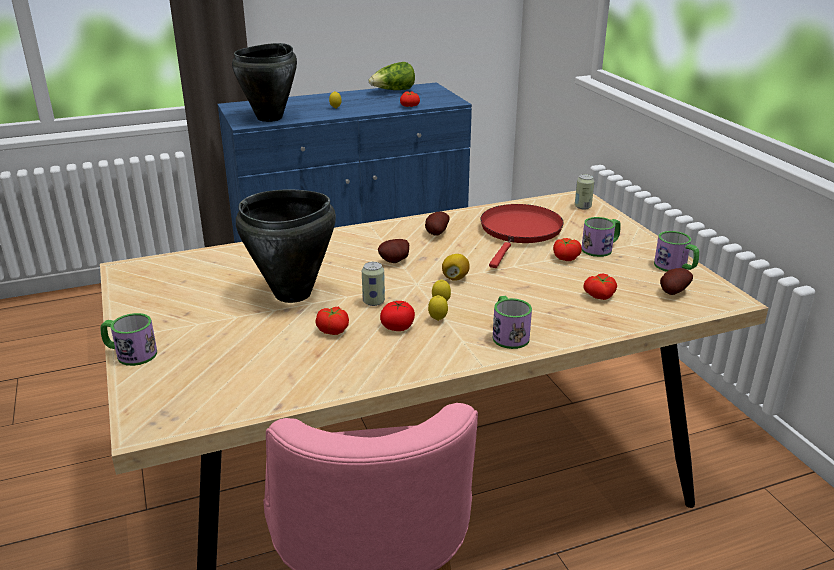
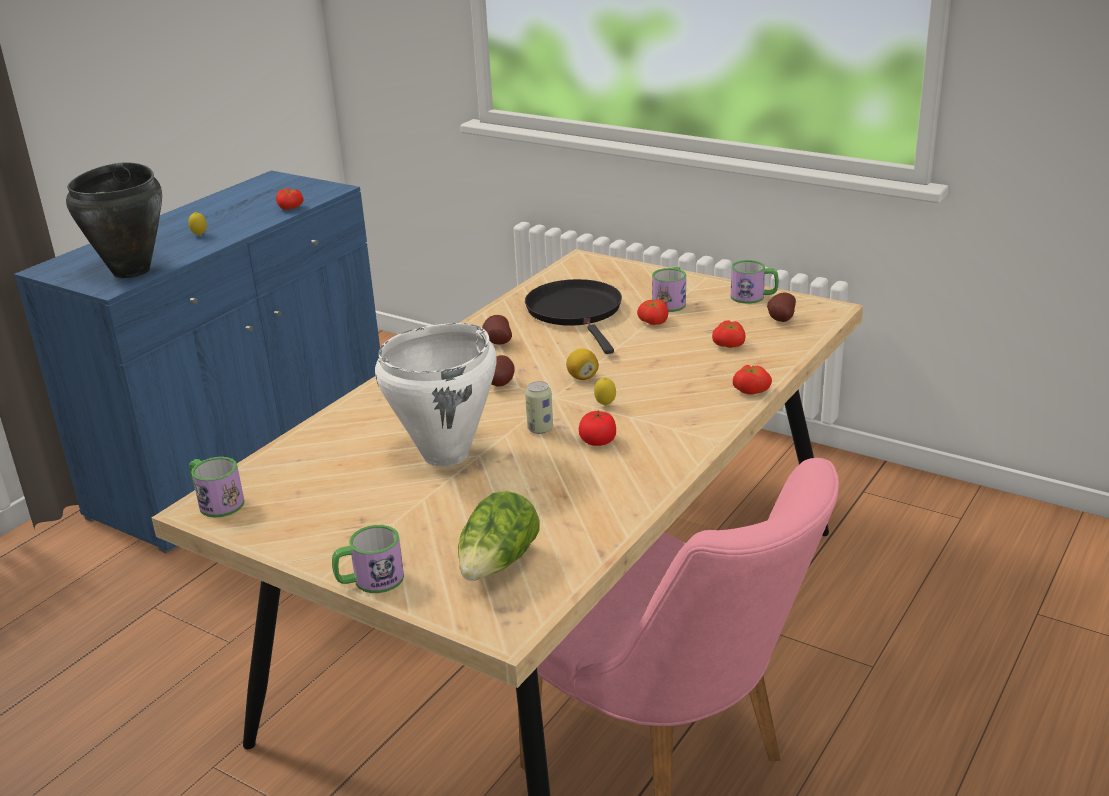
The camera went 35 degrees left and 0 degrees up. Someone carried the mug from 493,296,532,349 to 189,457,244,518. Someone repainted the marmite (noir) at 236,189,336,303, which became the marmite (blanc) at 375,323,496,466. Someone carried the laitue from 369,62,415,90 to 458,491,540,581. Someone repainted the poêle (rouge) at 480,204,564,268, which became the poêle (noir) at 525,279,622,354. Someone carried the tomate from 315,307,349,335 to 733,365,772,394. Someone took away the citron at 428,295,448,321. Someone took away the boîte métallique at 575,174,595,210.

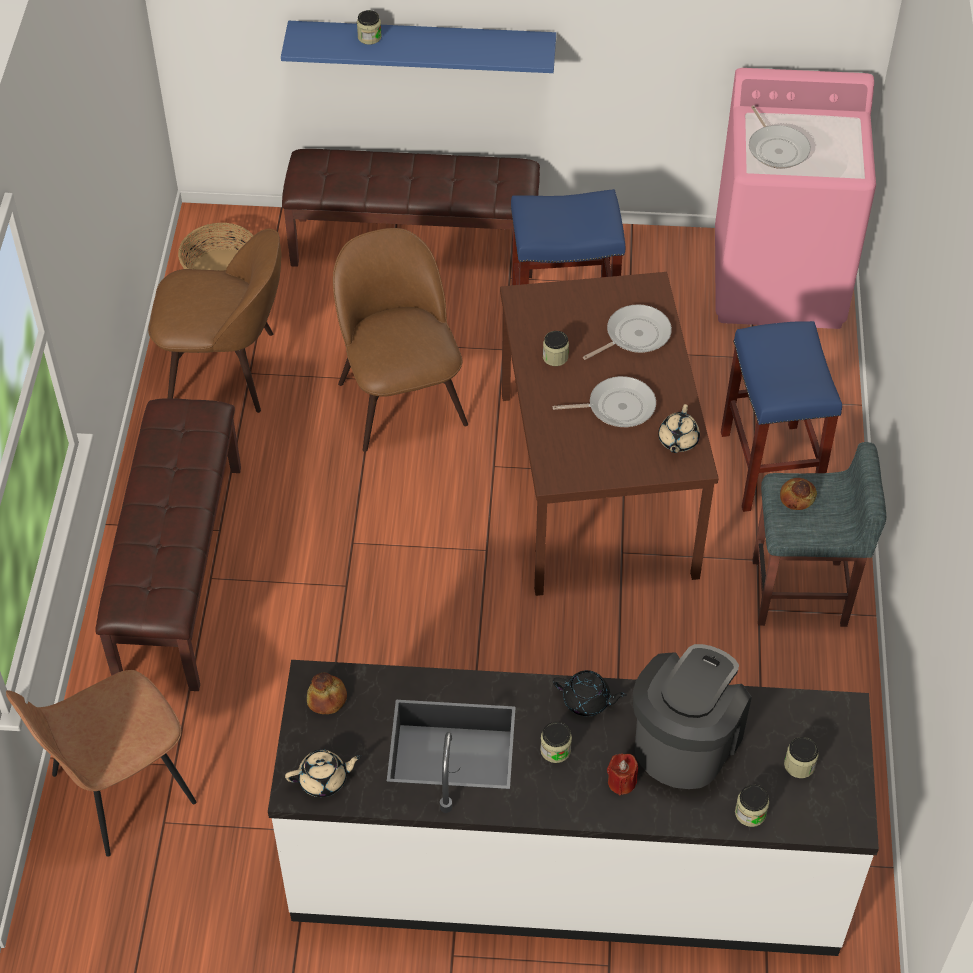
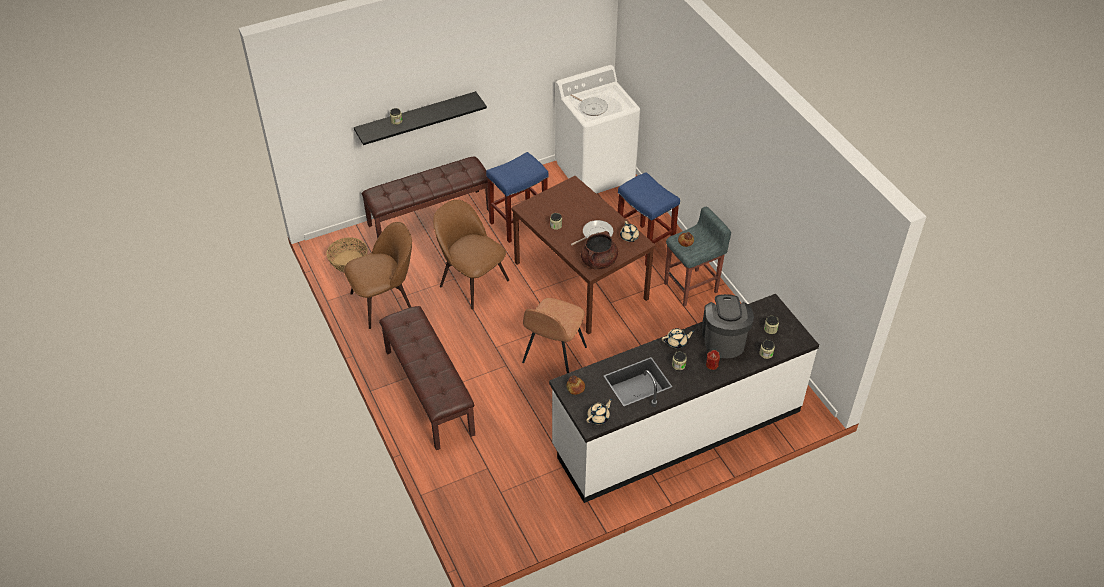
The camera went 30 degrees left and 5 degrees down. Someone repainted the étagère (bleu) at 281,21,556,73, which became the étagère (noir) at 354,91,487,145. Someone carried the chaise (marron) from 6,670,197,857 to 522,298,587,373. Someone repainted the lave-linge (rose) at 715,68,876,329, which became the lave-linge (blanc) at 555,65,640,194. Someone put down the marmite (marron) at 581,231,618,269. Someone repainted the théière (noir) at 553,670,627,716, which became the théière (beige) at 662,328,695,348. Someone took away the poêle at 583,304,672,360.

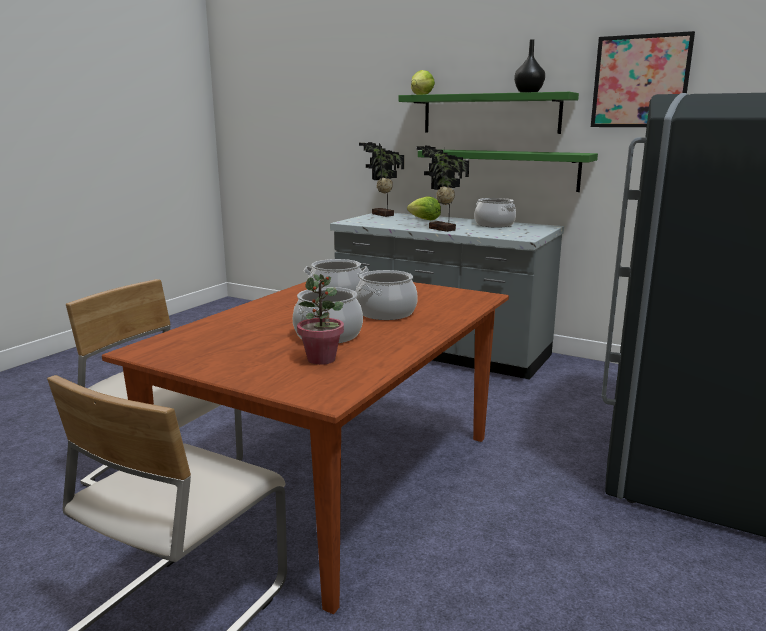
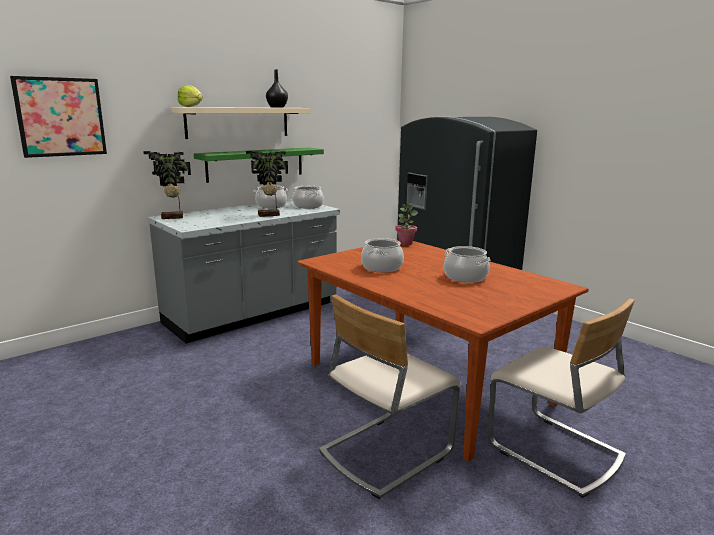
The camera went 70 degrees left and 0 degrees up. Someone carried the tableau from 591,31,695,127 to 10,76,107,158. Someone repainted the étagère (vert) at 399,92,579,134, which became the étagère (beige) at 171,107,310,139. Someone carried the marmite from 355,270,418,320 to 293,186,324,208. Someone carried the plante en pot from 297,274,344,365 to 396,203,418,245. Someone took away the laitue at 407,196,441,220.

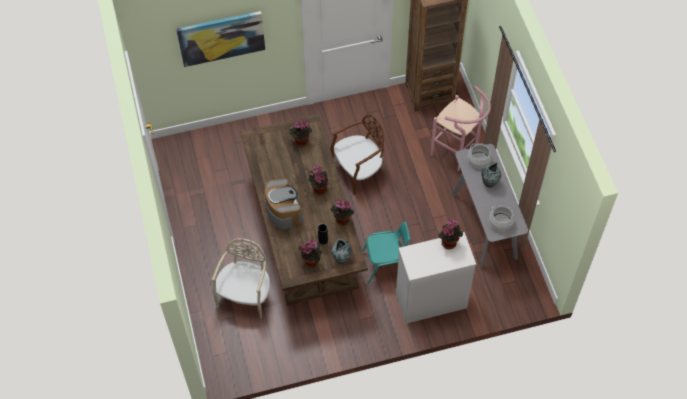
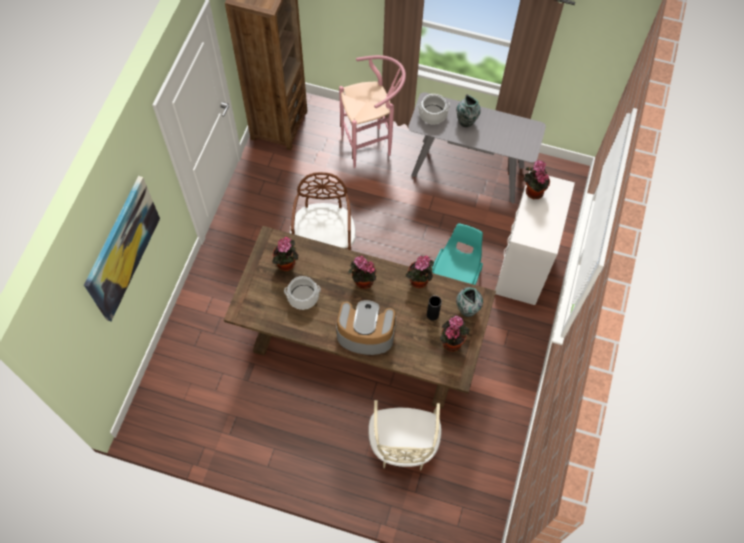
The camera went 60 degrees left and 5 degrees up. Someone carried the marmite from 489,205,514,231 to 284,276,321,310. Someone rotated the chaise (beige) at 212,238,270,319 by 135 degrees counterclockwise.

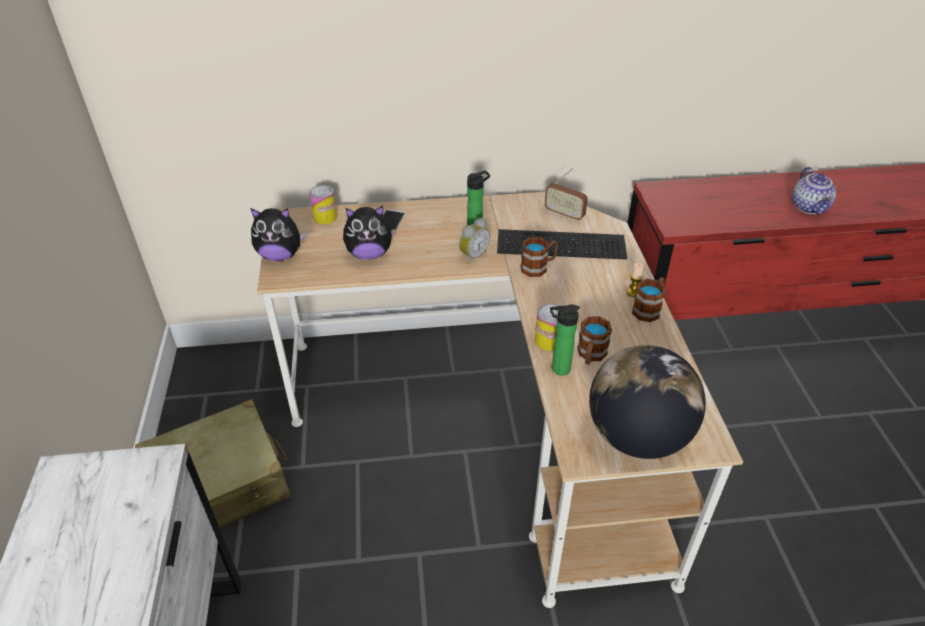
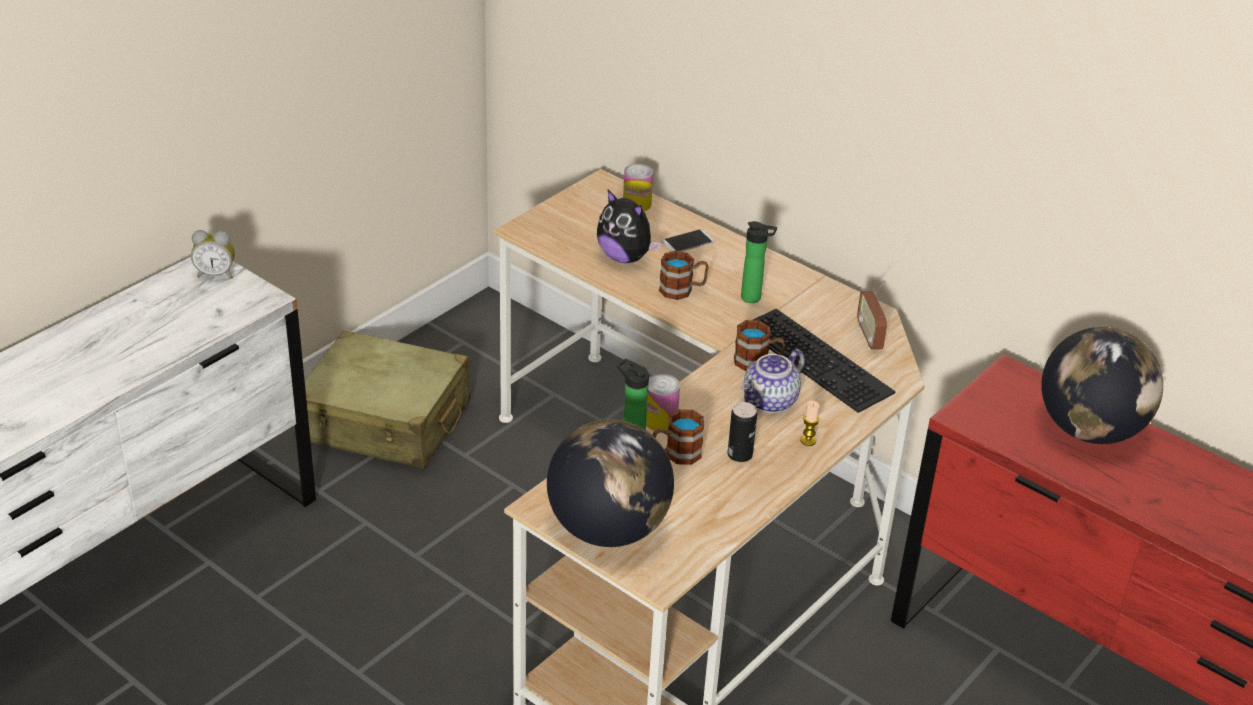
The camera went 45 degrees right and 5 degrees down. Someone carried the réveil from 459,218,490,264 to 191,230,235,279. Someone carried the mug from 632,277,666,322 to 659,251,709,300. Someone put down the boîte métallique at 727,402,757,462. Someone carried the théière from 792,167,836,215 to 741,349,805,413. Someone put down the globe at 1041,327,1163,444. Someone took away the peluche at 250,208,307,261.

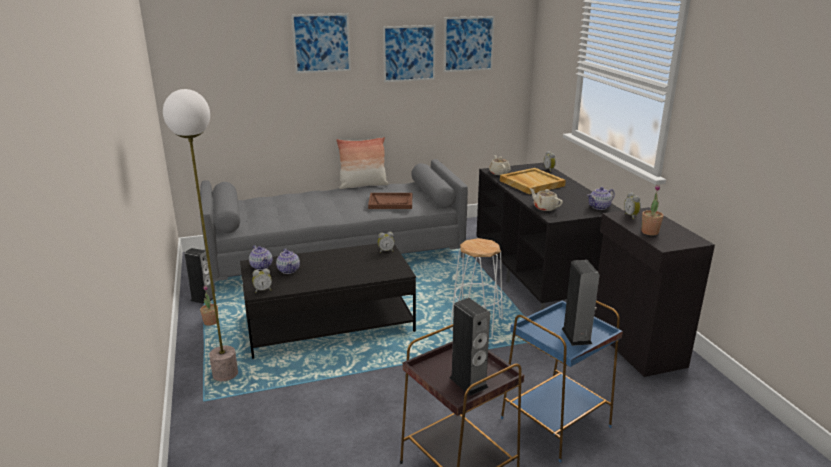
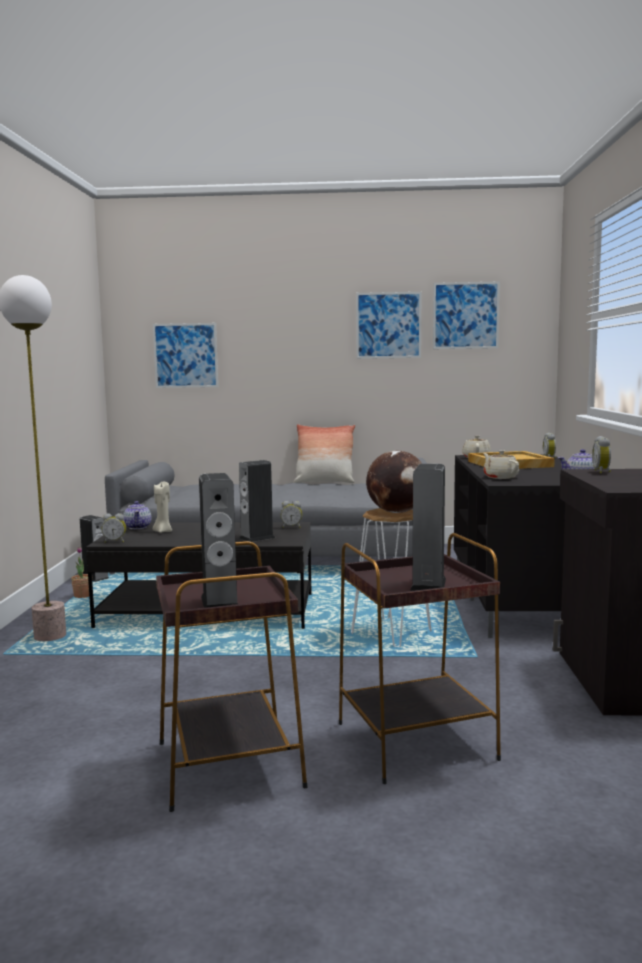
The camera went 20 degrees right and 15 degrees down. Someone carried the tableau from 291,13,351,74 to 153,323,218,388. Someone swapped the théière at 276,248,300,274 for the bougie (beige) at 153,482,172,533. Someone put down the enceinte at 239,460,275,542. Someone repainted the table d'appoint (bleu) at 501,300,623,462, which became the table d'appoint (marron) at 339,533,501,784. Someone put down the globe at 366,451,422,513. Someone took away the plateau (marron) at 368,193,412,209. Someone took away the plante en pot at 641,185,664,235.

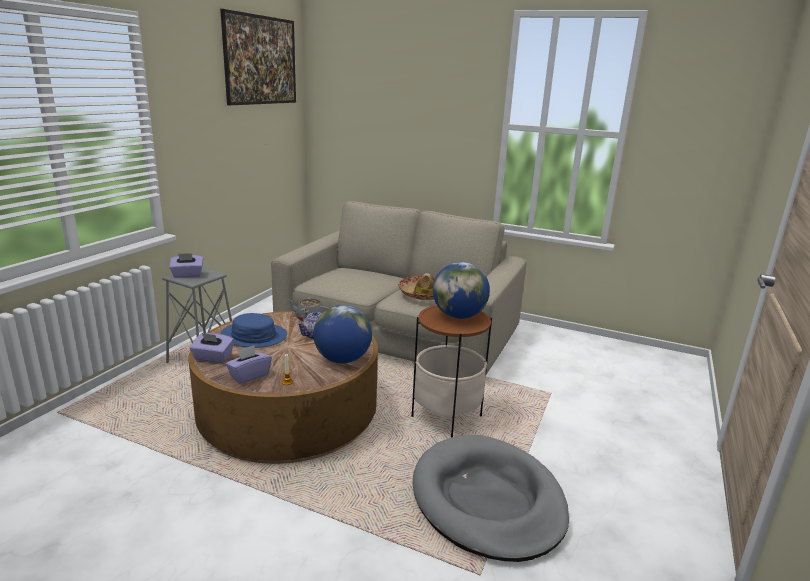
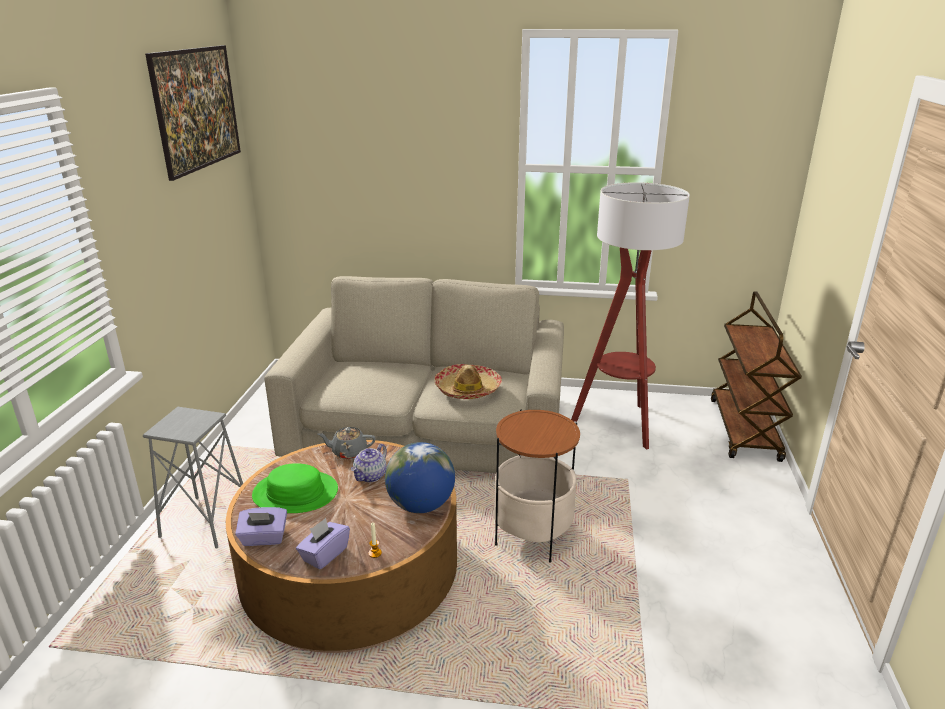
The camera went 15 degrees left and 5 degrees up. Someone repainted the chapeau (bleu) at 220,313,287,348, which became the chapeau (vert) at 252,463,338,513. Someone put down the lampadaire at 571,182,690,449. Someone put down the chariot (marron) at 711,291,802,462. Someone took away the boîte à mouchoirs (violet) at 169,253,203,278. Someone took away the panier pour chien (gris) at 412,435,569,562. Someone took away the globe at 433,262,490,319.

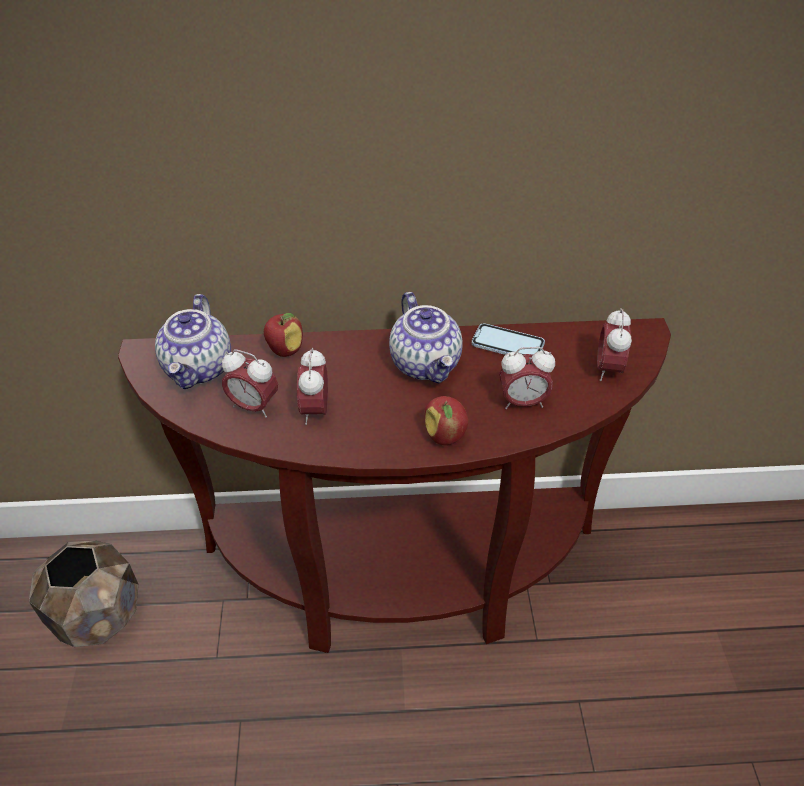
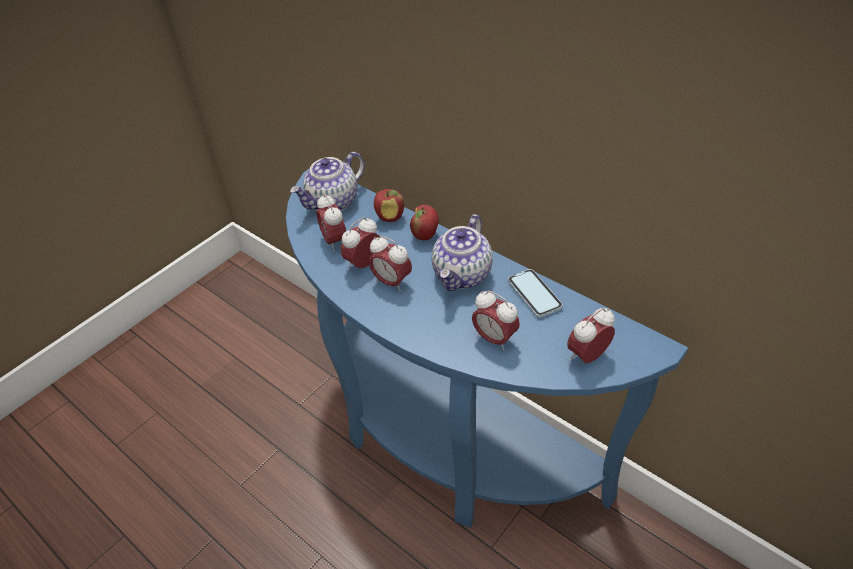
The camera went 45 degrees right and 0 degrees up. Someone repainted the table console (marron) at 118,318,671,653, which became the table console (bleu) at 286,168,688,528. Someone put down the réveil at 369,236,412,292. Someone carried the pomme from 425,396,468,445 to 410,205,439,240. Someone took away the cache-pot (marron) at 29,541,139,647.

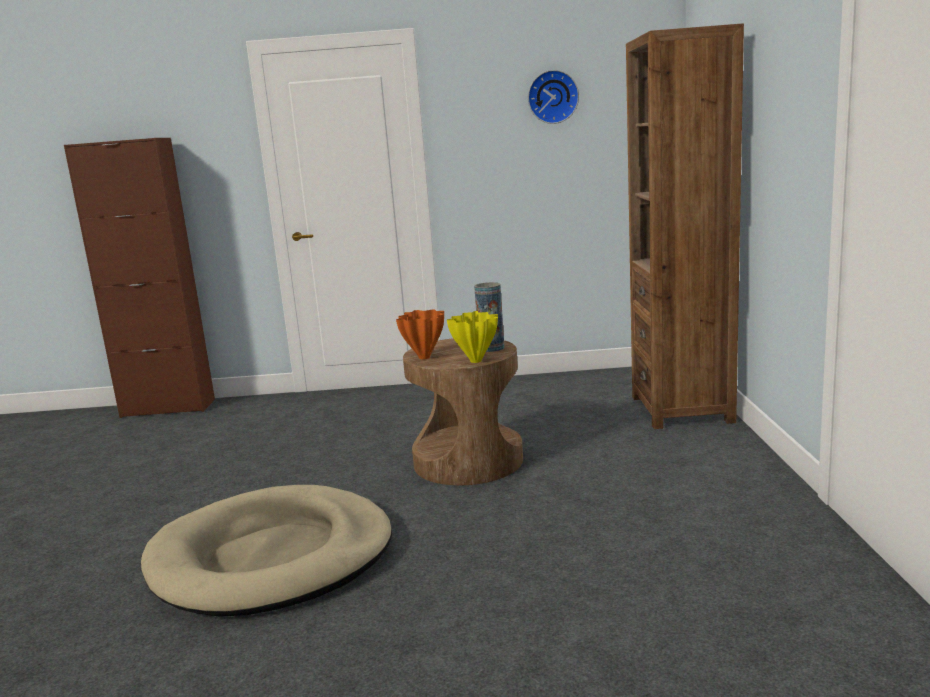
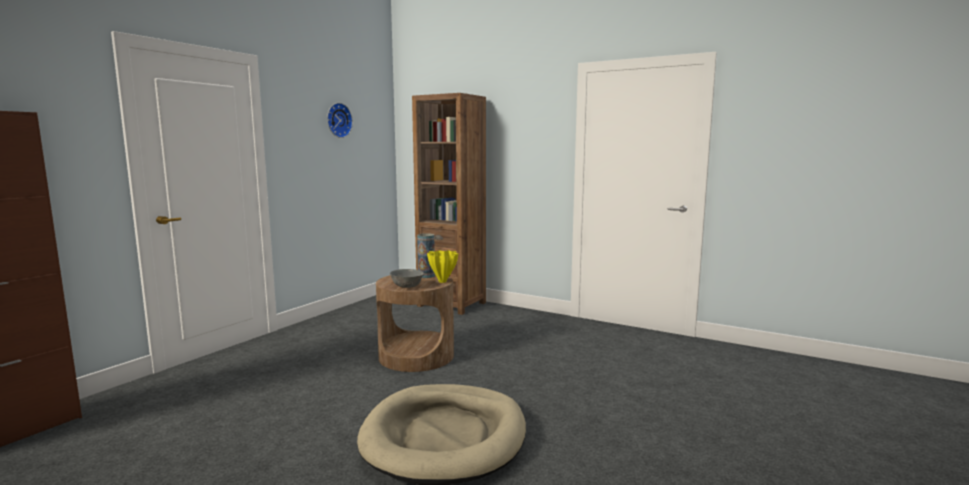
The camera went 60 degrees left and 5 degrees down. Someone swapped the vase (orange) at 396,310,444,359 for the bol (gris) at 390,269,424,288.

